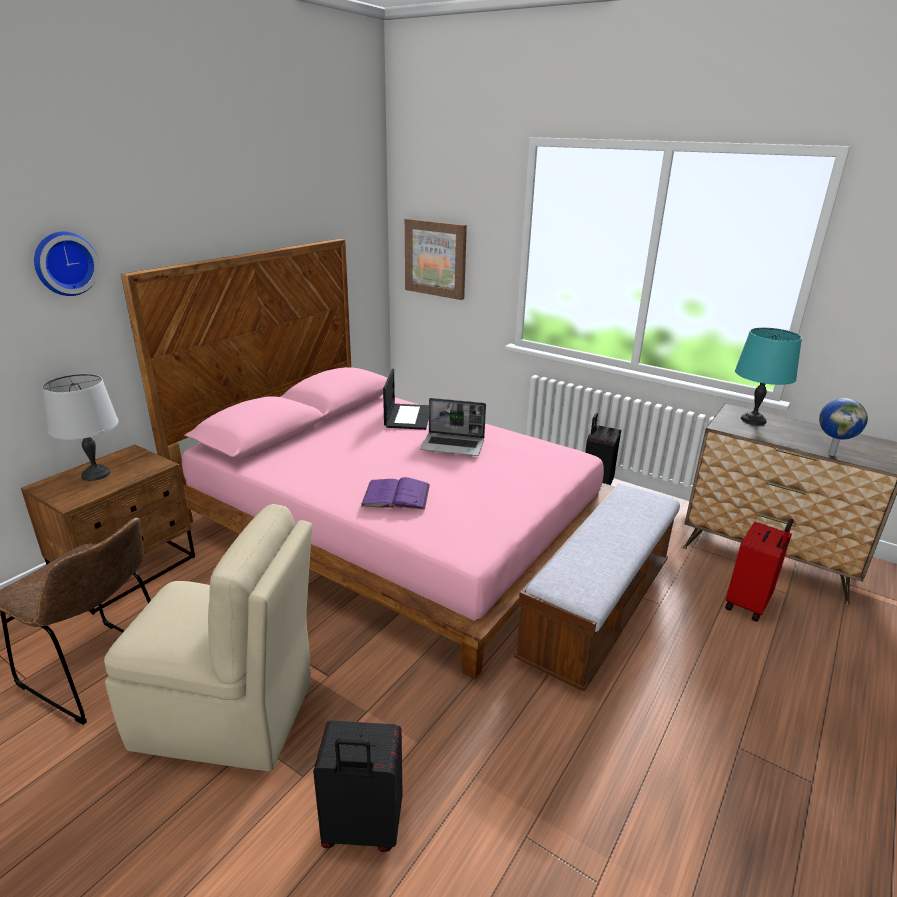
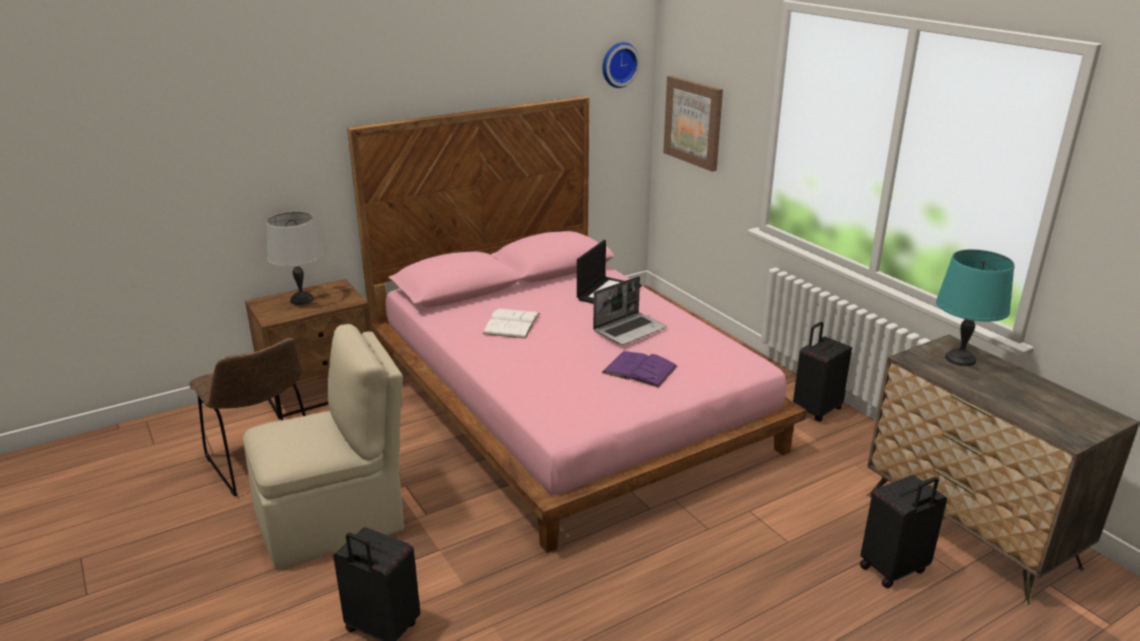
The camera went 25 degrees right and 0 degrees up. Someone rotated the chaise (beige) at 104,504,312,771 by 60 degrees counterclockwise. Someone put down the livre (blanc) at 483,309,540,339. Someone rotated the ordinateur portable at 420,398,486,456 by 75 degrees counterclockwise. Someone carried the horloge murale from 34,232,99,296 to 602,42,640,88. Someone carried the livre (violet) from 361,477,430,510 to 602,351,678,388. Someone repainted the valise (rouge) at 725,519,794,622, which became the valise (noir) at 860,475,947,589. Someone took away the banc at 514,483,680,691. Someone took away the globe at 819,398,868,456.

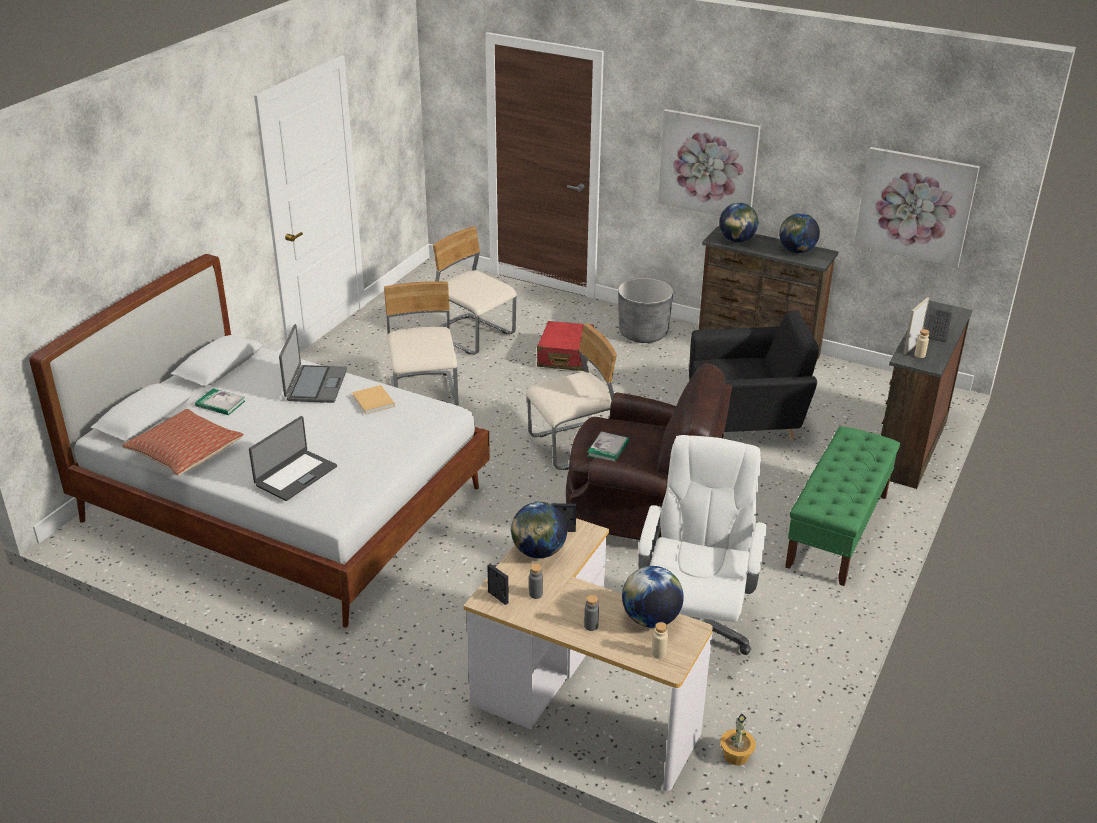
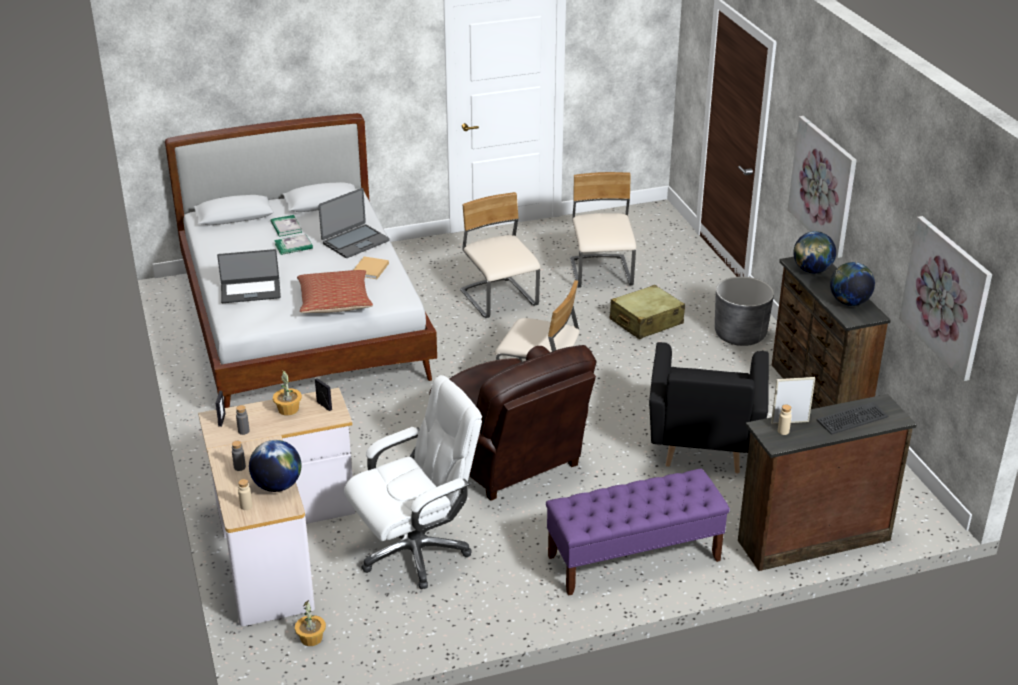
The camera went 45 degrees right and 0 degrees up. Someone swapped the globe at 511,502,567,558 for the plante en pot at 273,370,302,416. Someone carried the livre from 588,431,629,461 to 274,234,313,255. Someone carried the coussin from 122,409,244,475 to 297,270,373,313. Someone rotated the chaise (beige) at 384,281,458,406 by 60 degrees counterclockwise. Someone repainted the banc (vert) at 785,426,900,586, which became the banc (violet) at 546,469,730,596. Someone repainted the valise (rouge) at 537,321,594,371, which became the valise (beige) at 610,285,685,339. Someone rotated the fauteuil (noir) at 689,310,819,440 by 60 degrees clockwise.

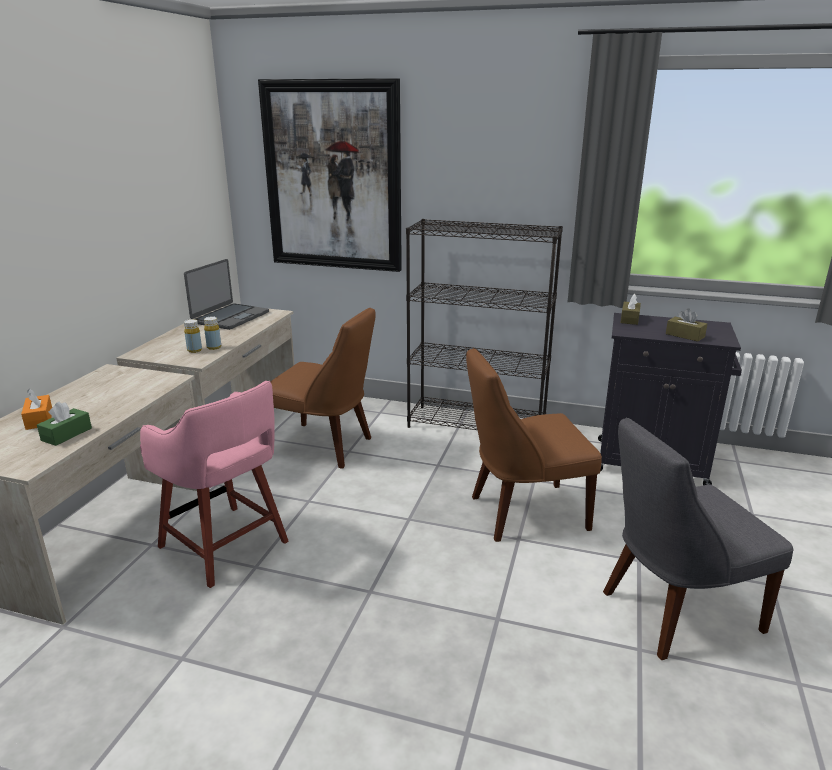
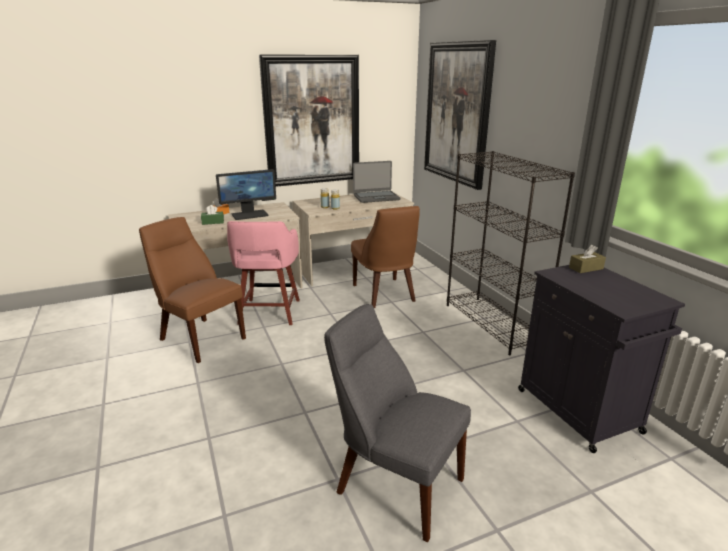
The camera went 50 degrees right and 0 degrees up. Someone carried the chaise (marron) from 466,348,602,542 to 139,217,246,363. Someone put down the écran d'ordinateur at 216,169,276,220. Someone put up the tableau at 259,55,359,187. Someone took away the boîte à mouchoirs (marron) at 666,309,707,342.

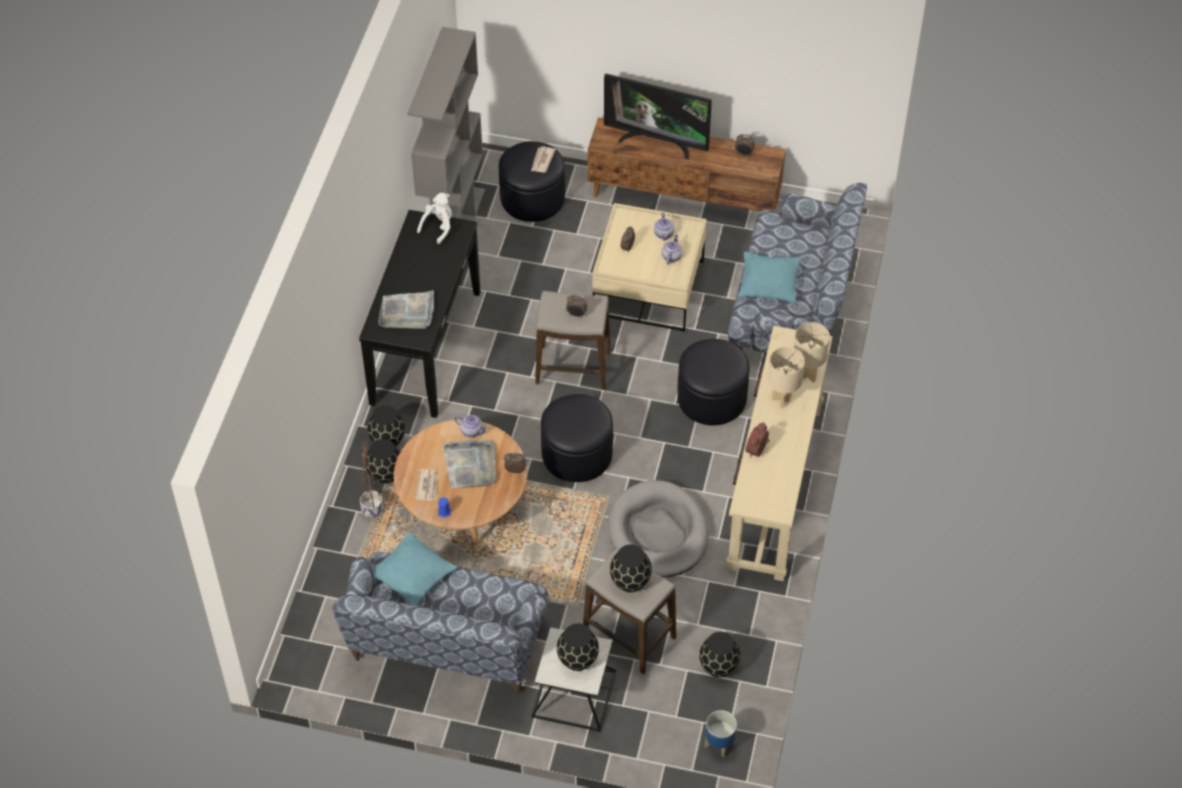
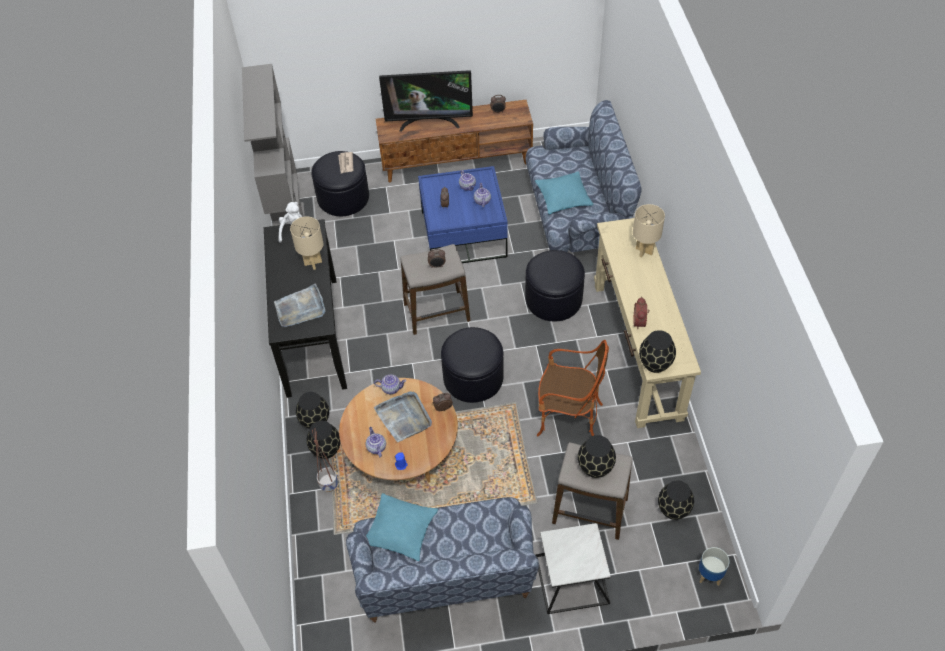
The camera went 20 degrees left and 0 degrees up. Someone carried the lampe de table (beige) from 768,347,805,408 to 290,216,323,270. Someone swapped the journal at 415,469,438,501 for the théière at 366,427,386,457. Someone repainted the table basse (beige) at 592,203,707,331, which became the table basse (bleu) at 418,166,508,263. Someone swapped the panier pour chien (gris) at 608,480,709,577 for the fauteuil at 537,340,609,436. Someone carried the vase (noir) from 557,623,599,671 to 639,330,676,373.

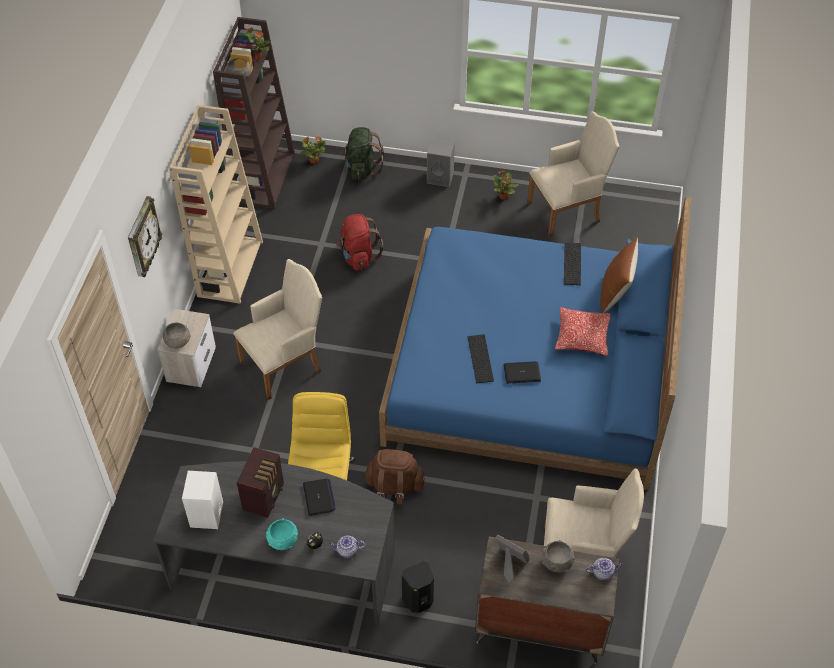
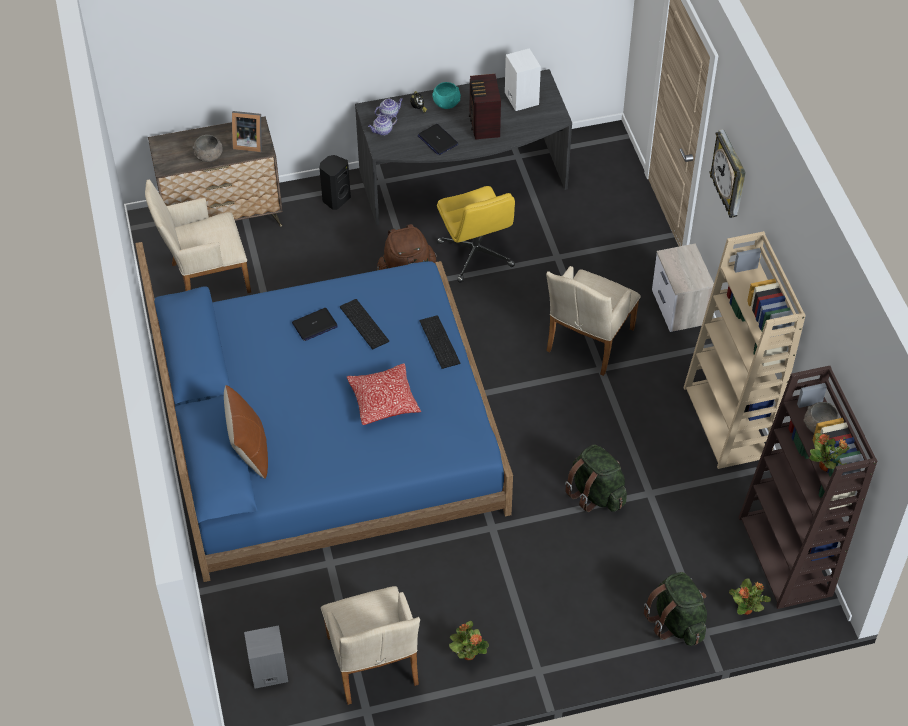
The camera went 155 degrees right and 0 degrees up. Someone carried the enceinte (gris) from 427,139,455,187 to 244,625,288,689. Someone rotated the fauteuil (beige) at 527,111,619,237 by 60 degrees counterclockwise. Someone carried the coussin from 555,307,611,356 to 347,363,421,425. Someone carried the théière from 586,558,623,581 to 368,115,397,136. Someone carried the clavier from 564,243,581,285 to 420,315,460,369. Someone repainted the sac à dos (rouge) at 336,214,383,271, which became the sac à dos (vert) at 565,444,627,512. Someone took away the bol (gris) at 162,323,191,348.

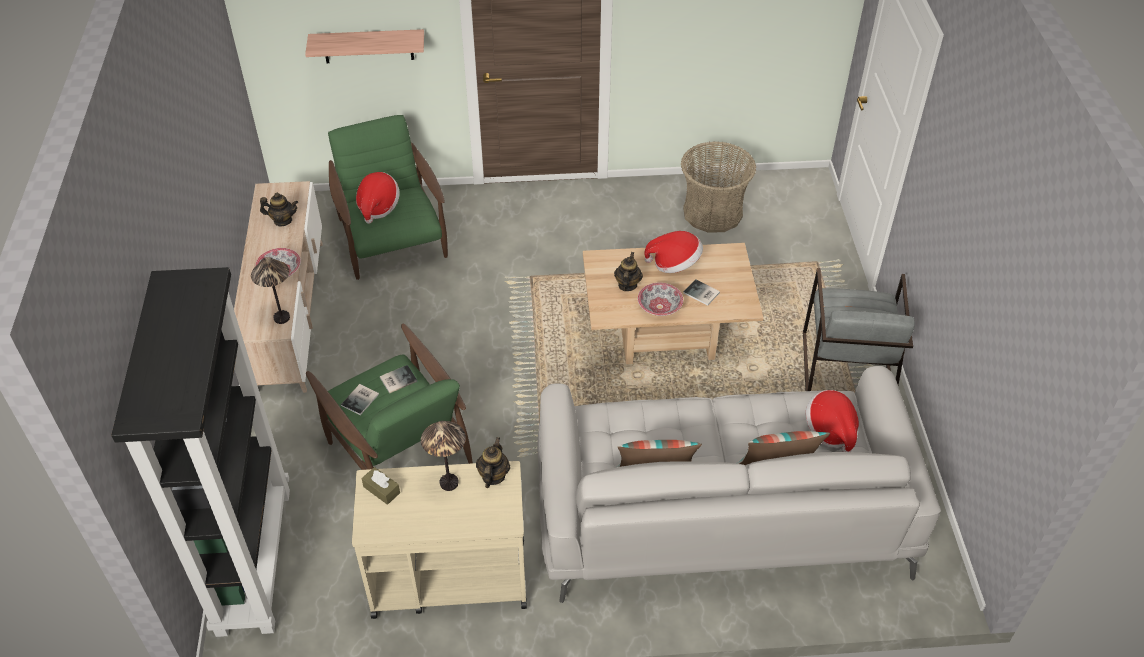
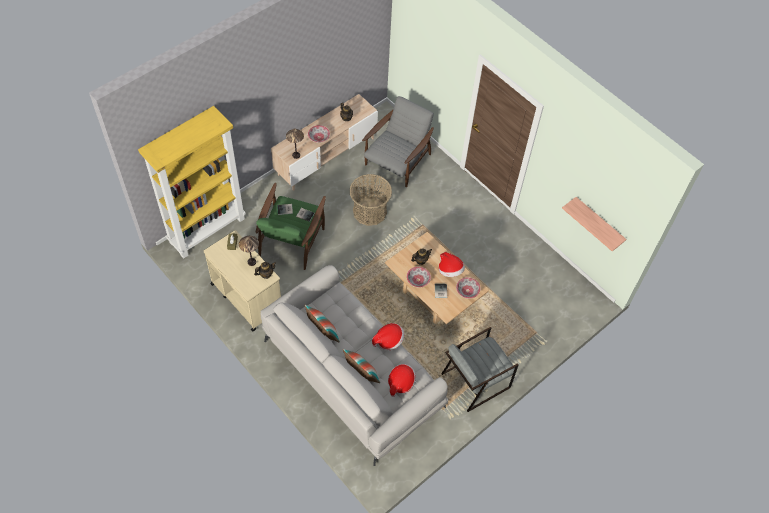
The camera went 50 degrees right and 10 degrees up. Someone repainted the bibliothèque (noir) at 111,267,290,637, which became the bibliothèque (jaune) at 138,106,246,259. Someone carried the panier from 681,141,756,233 to 349,174,392,226. Someone repainted the fauteuil (vert) at 328,115,448,280, which became the fauteuil (gris) at 362,96,434,187. Someone carried the chapeau from 356,172,399,224 to 372,323,404,350. Someone put down the bol at 456,277,481,299. Someone carried the étagère from 305,29,424,63 to 562,197,626,251.

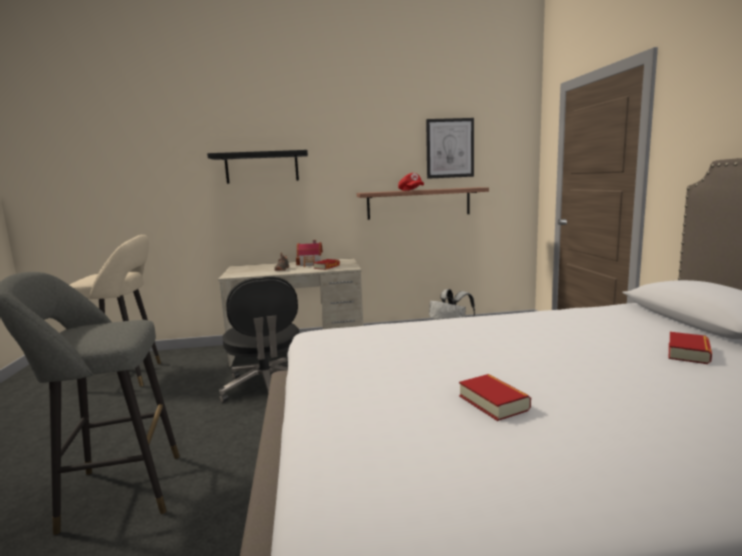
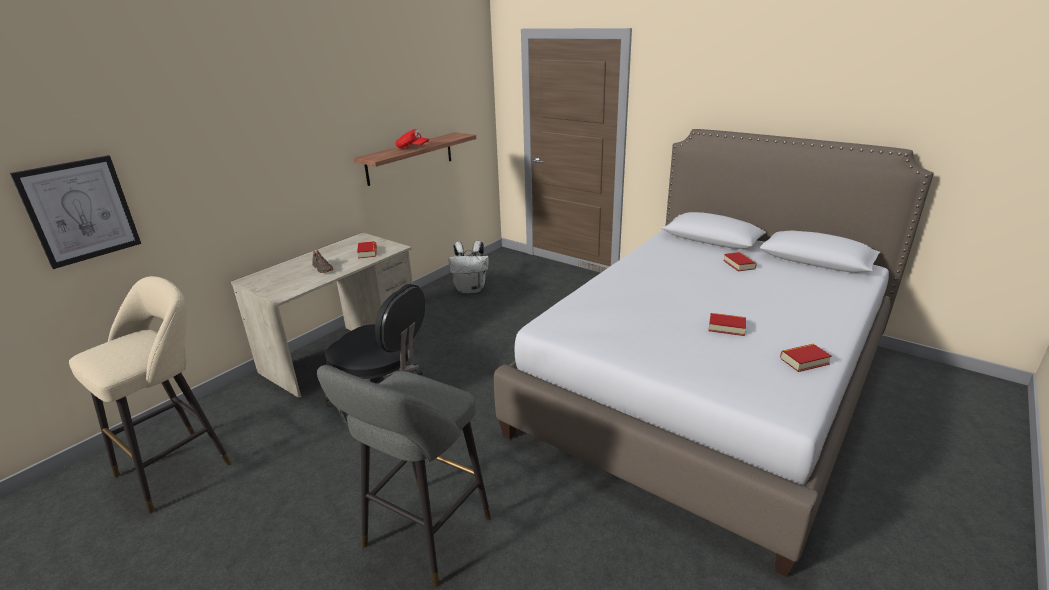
The camera went 45 degrees left and 15 degrees up. Someone carried the tableau from 426,118,474,179 to 10,155,141,269. Someone put down the livre at 780,344,832,372. Someone took away the étagère (noir) at 207,150,308,184. Someone took away the maison miniature at 296,240,323,267.

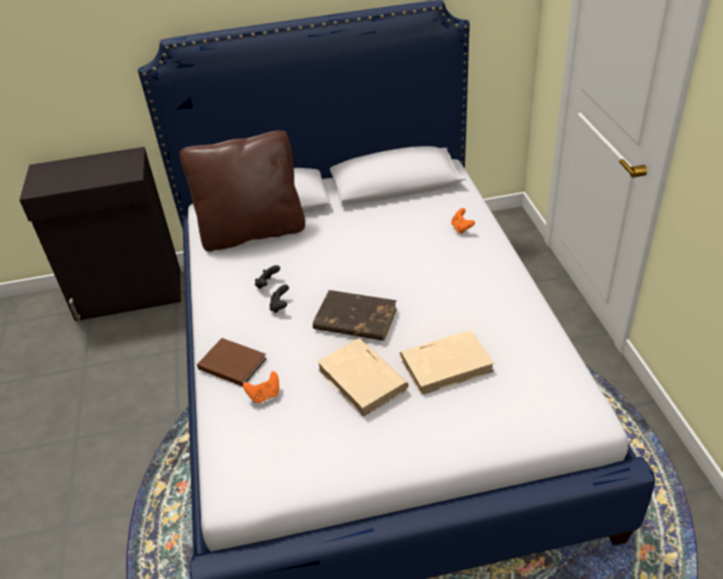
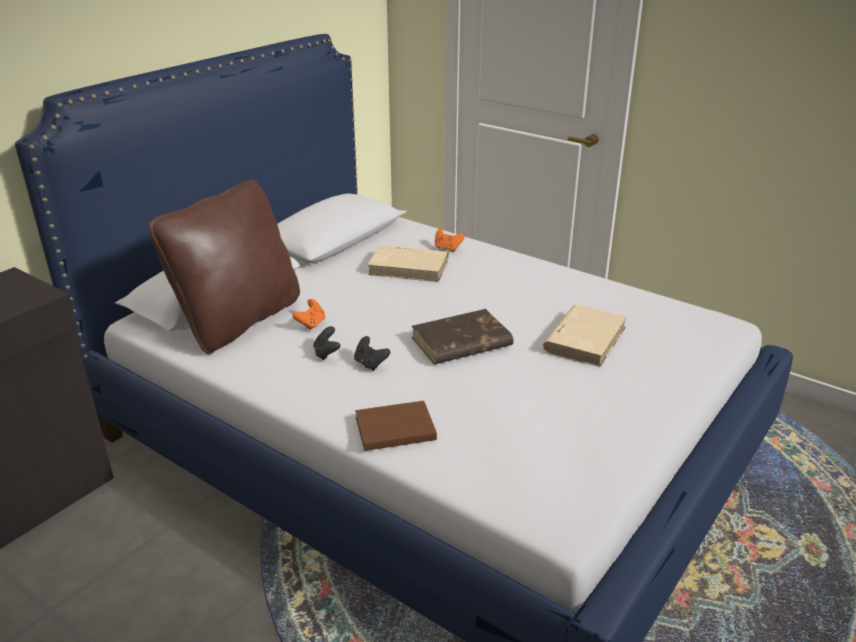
The camera went 45 degrees left and 10 degrees down. Someone carried the manette (orange) from 243,371,279,403 to 292,299,325,330. Someone carried the livre (beige) from 317,339,409,417 to 367,245,449,282.

